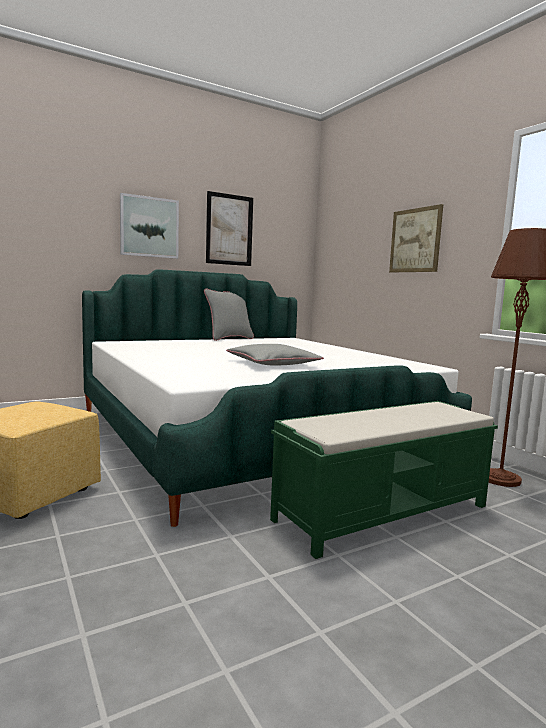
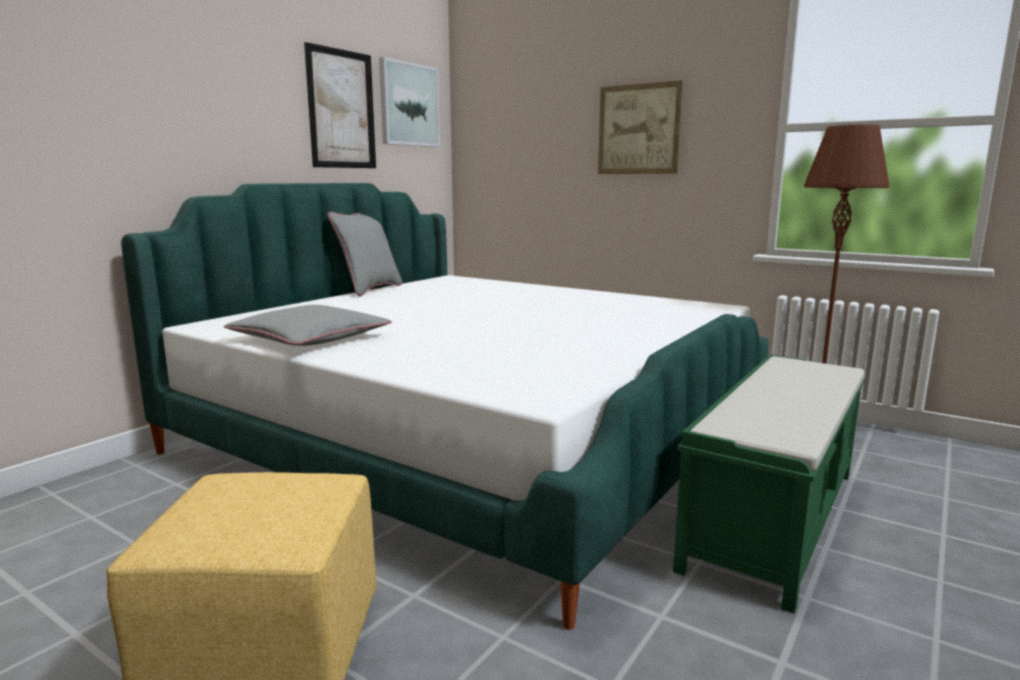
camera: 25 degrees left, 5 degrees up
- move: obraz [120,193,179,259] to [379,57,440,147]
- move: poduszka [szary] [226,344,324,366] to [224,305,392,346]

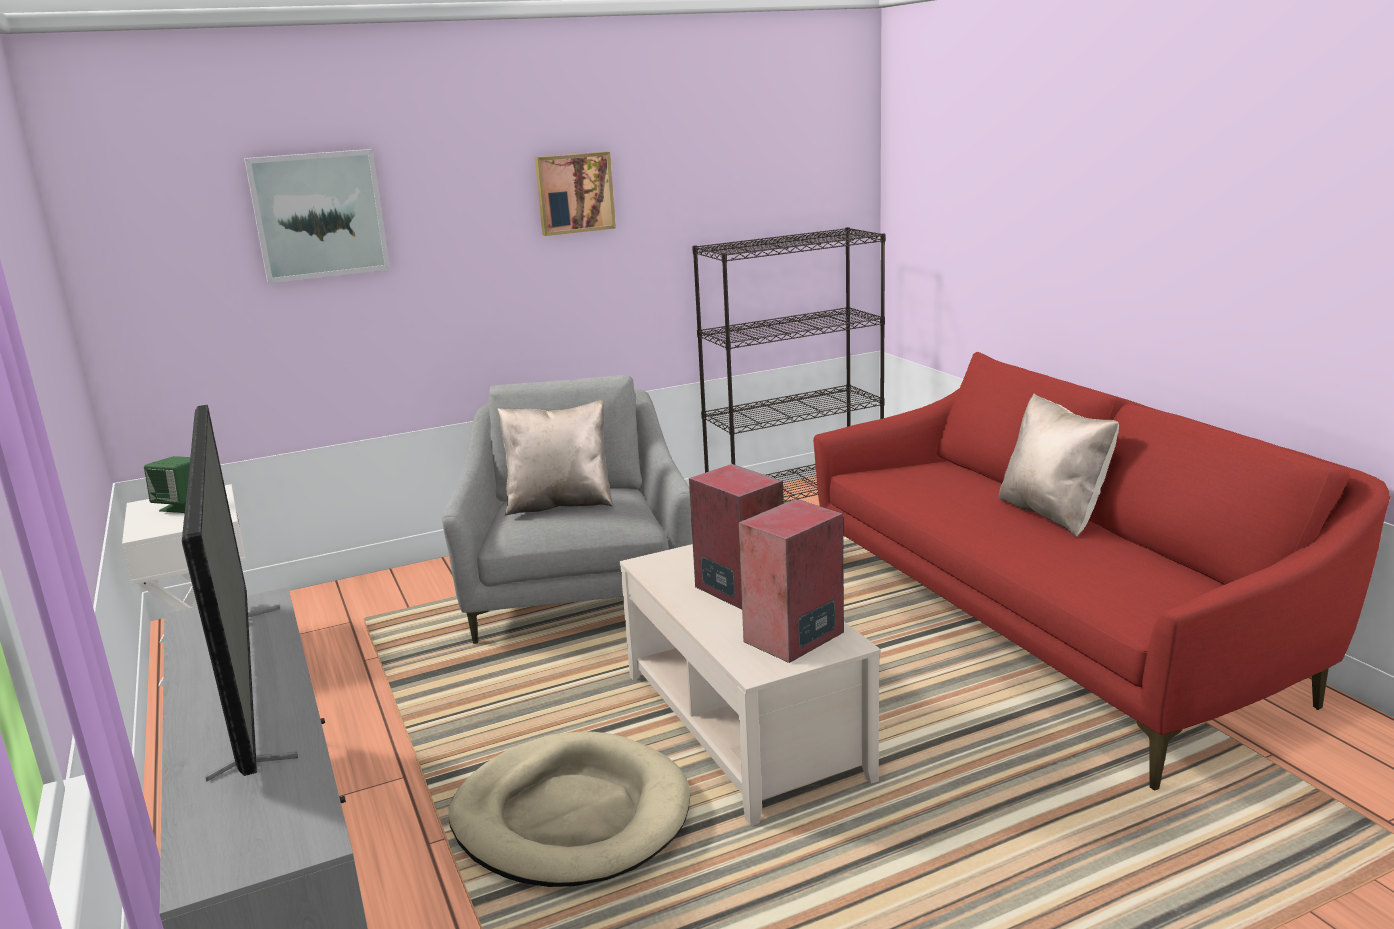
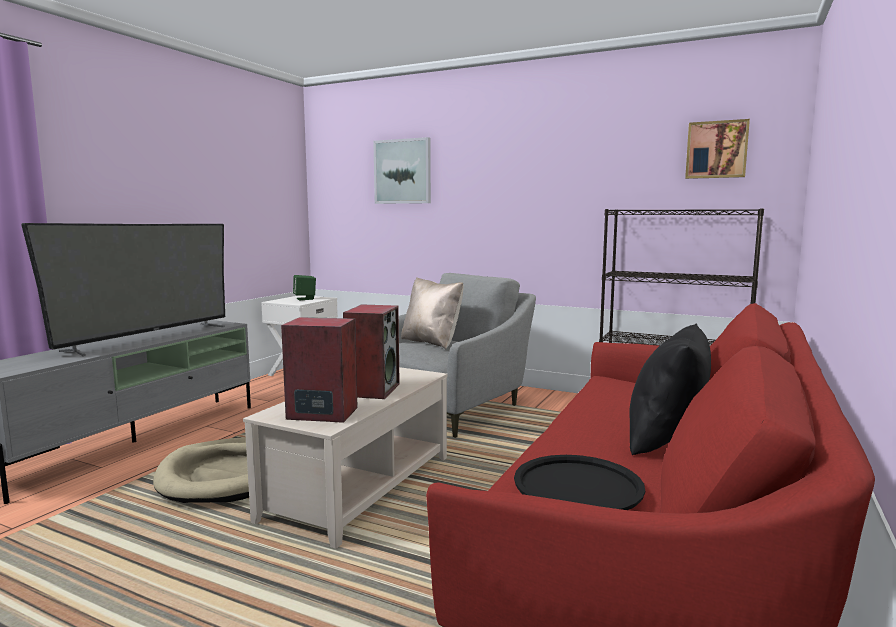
camera: 50 degrees right, 10 degrees down
- insert: taca [czarny] [514,455,645,510]
- move: obraz [535,152,616,236] to [685,119,750,179]
- recolor: poduszka [beżowy] [999,394,1119,537] to poduszka [czarny] [629,324,711,455]

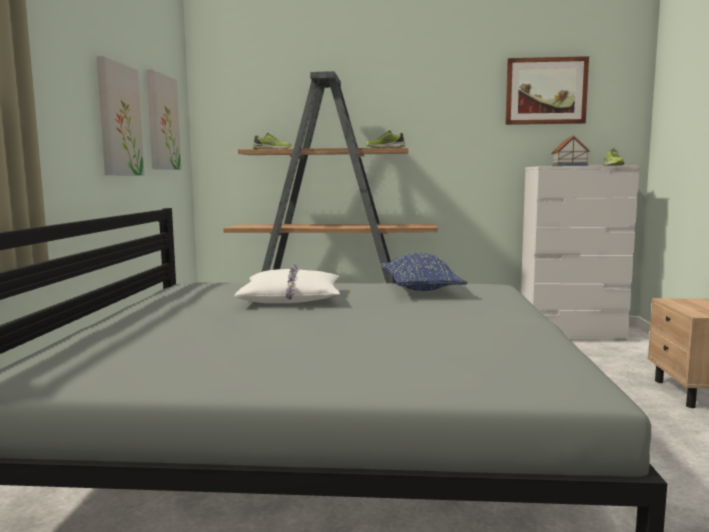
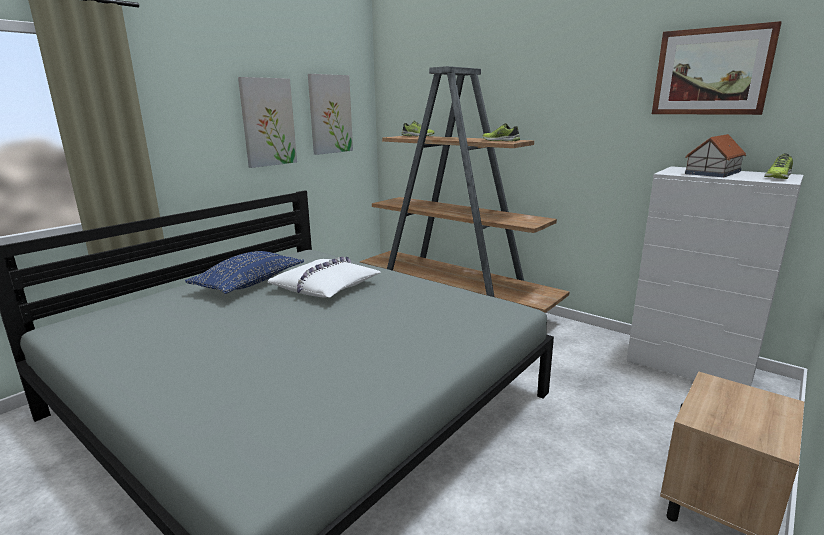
camera: 35 degrees right, 10 degrees up
- move: poduszka [niebieski] [380,253,467,291] to [185,251,304,294]

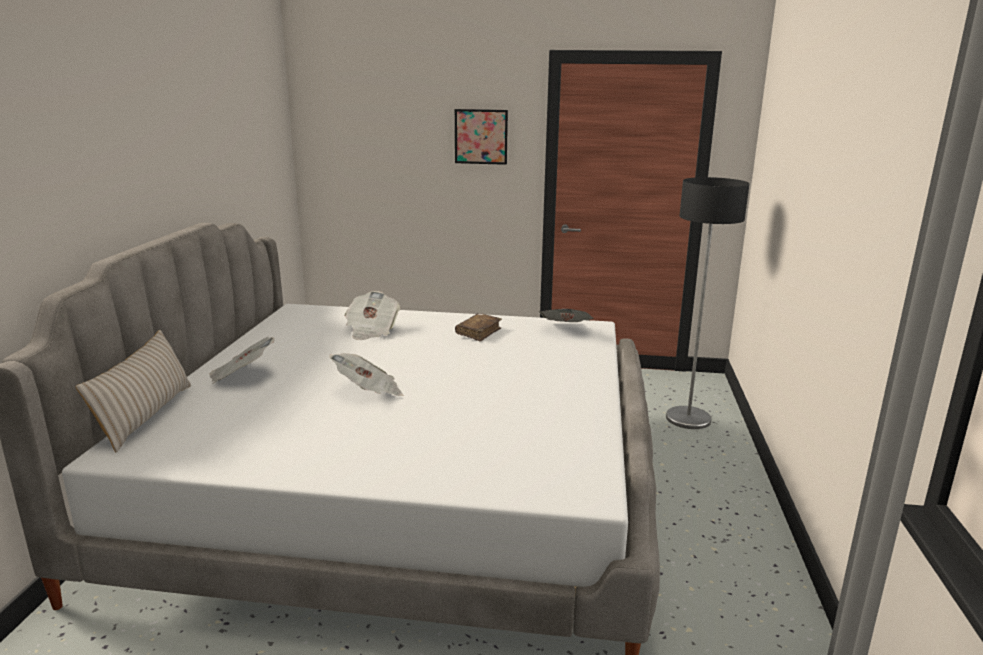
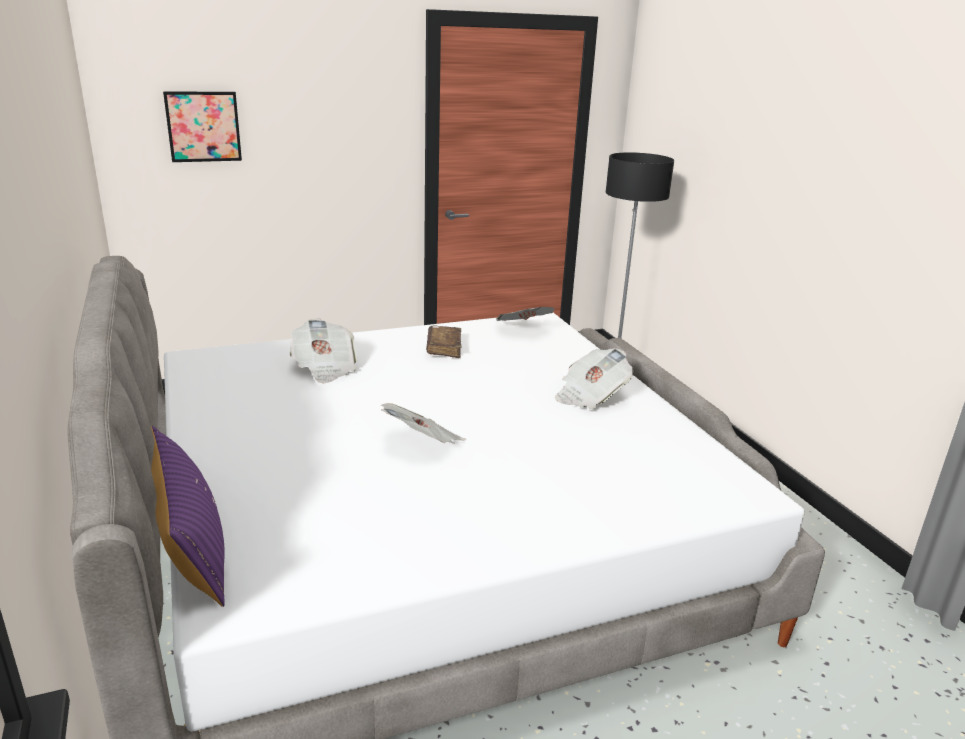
camera: 30 degrees left, 5 degrees up
- move: gazeta [210,337,274,384] to [555,348,633,409]
- move: obraz [455,109,508,165] to [163,91,242,162]
- recolor: poduszka [beżowy] [75,330,191,452] to poduszka [fioletowy] [151,426,225,607]

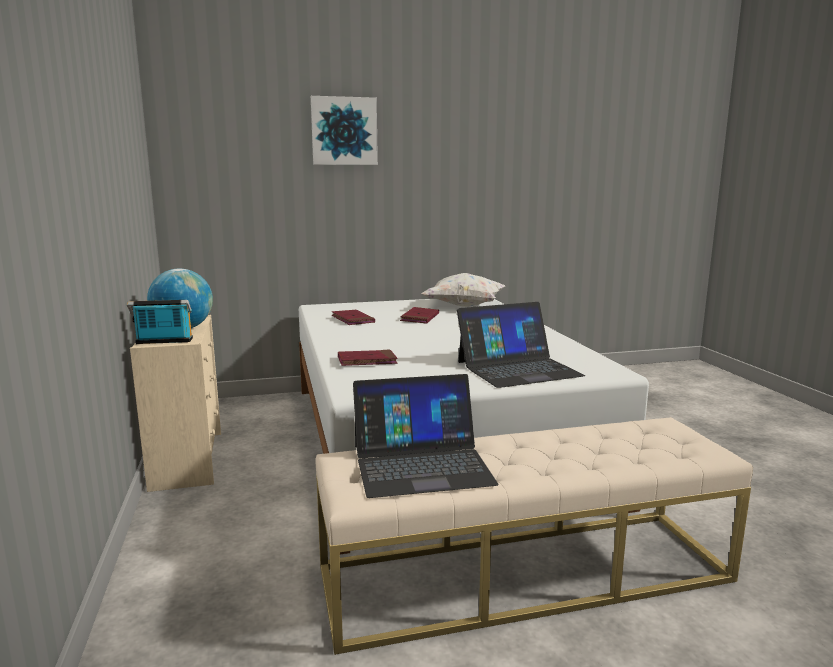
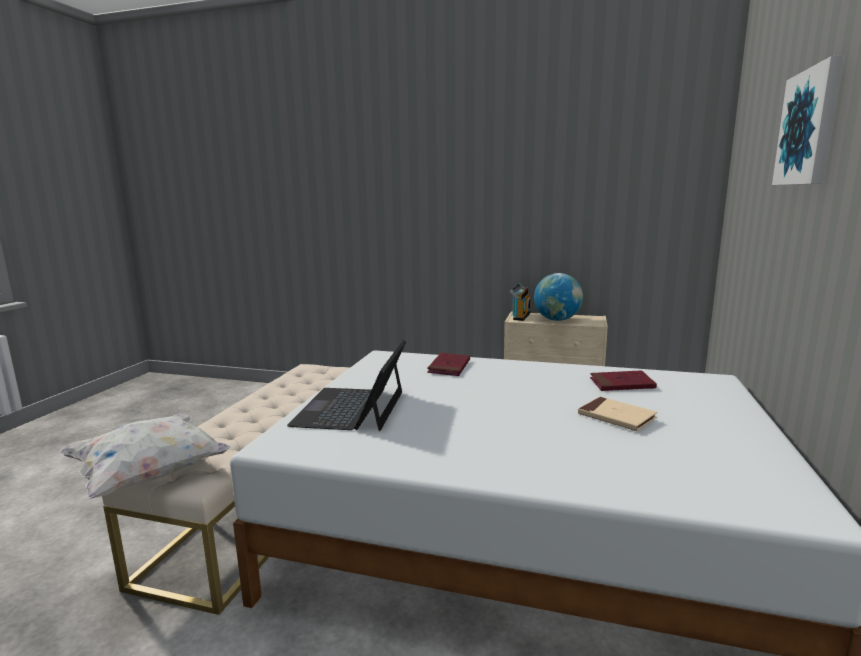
camera: 120 degrees right, 0 degrees up
- delete: laptop [353,374,498,498]
- move: poduszka [biały] [421,273,505,307] to [59,414,231,498]
- recolor: książka [czerwony] [400,307,439,324] to książka [beżowy] [578,397,657,431]

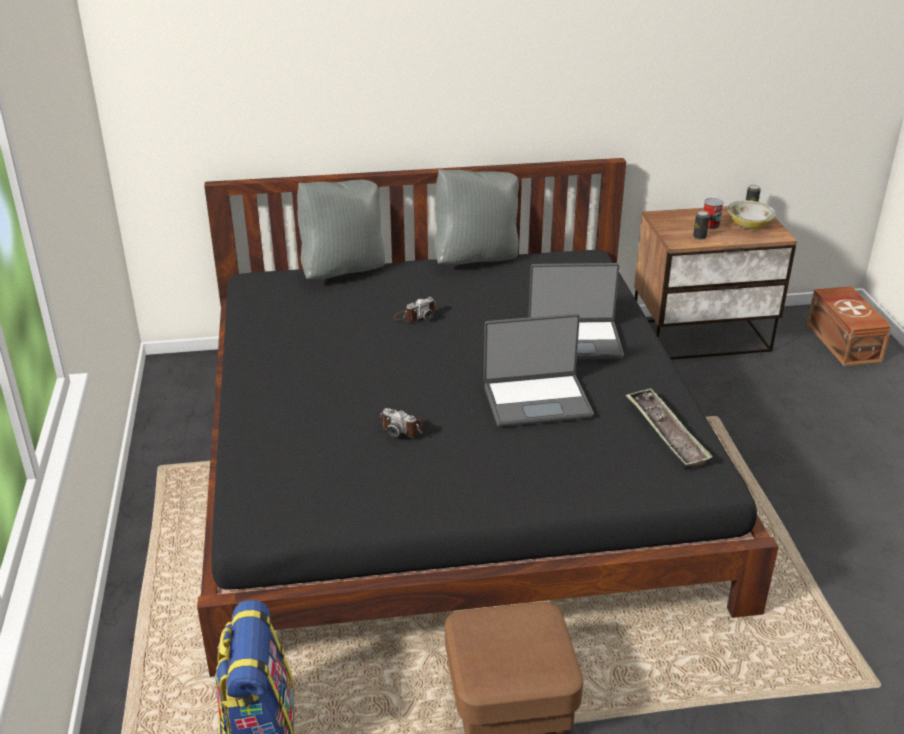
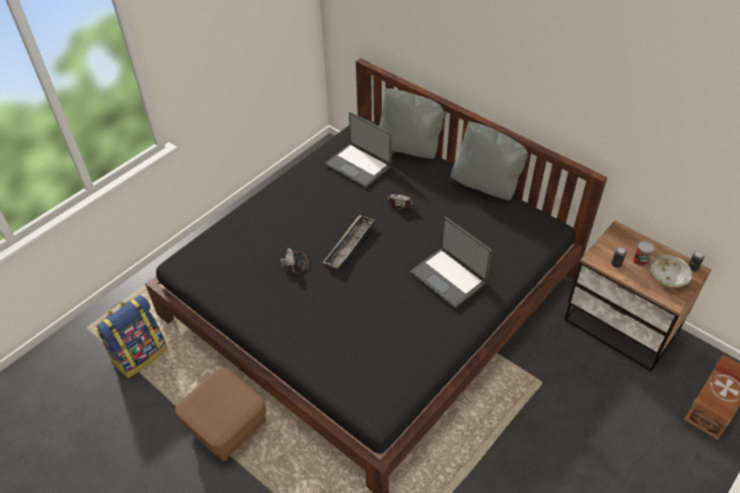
camera: 50 degrees right, 15 degrees up
- move: laptop [484,313,594,427] to [325,112,392,188]
- move: taca [626,388,713,470] to [323,215,374,269]

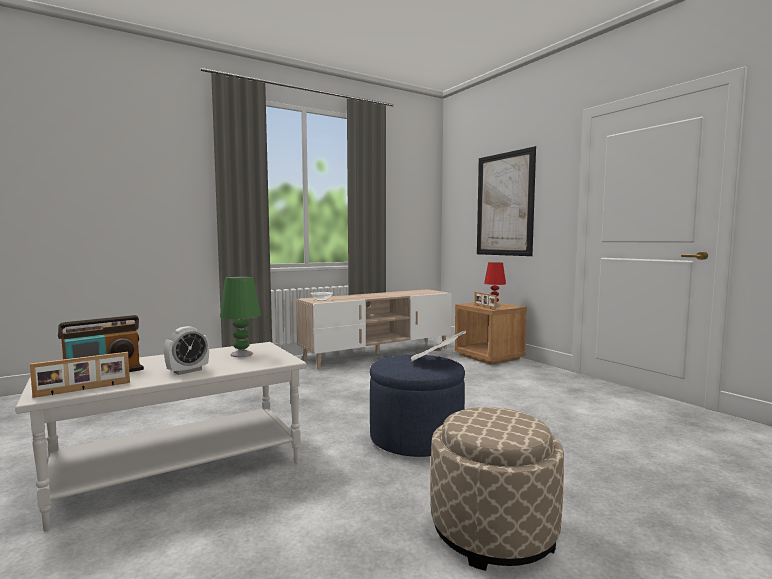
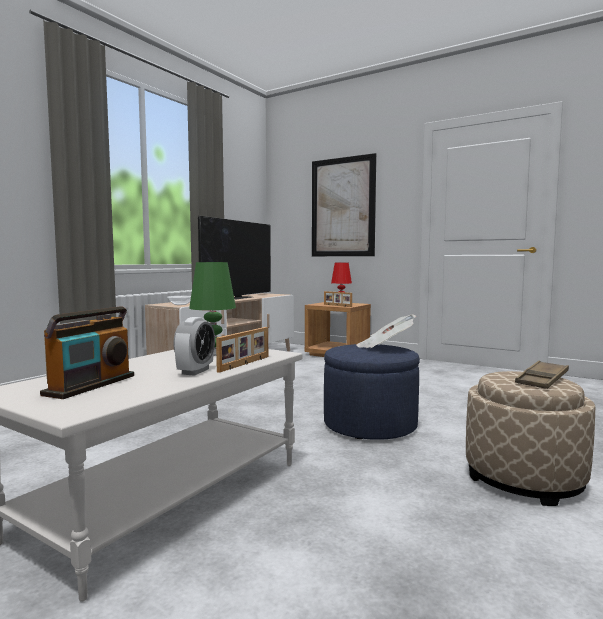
camera: 25 degrees left, 0 degrees up
- insert: telewizor [198,216,271,299]
- insert: taca [brązowy] [515,361,569,389]
- move: ramka na zdjęcie [30,352,130,398] to [216,327,268,373]

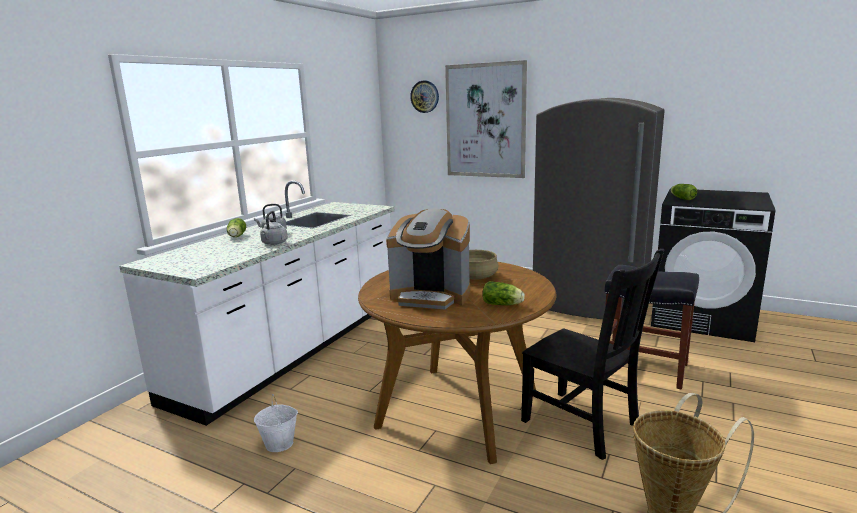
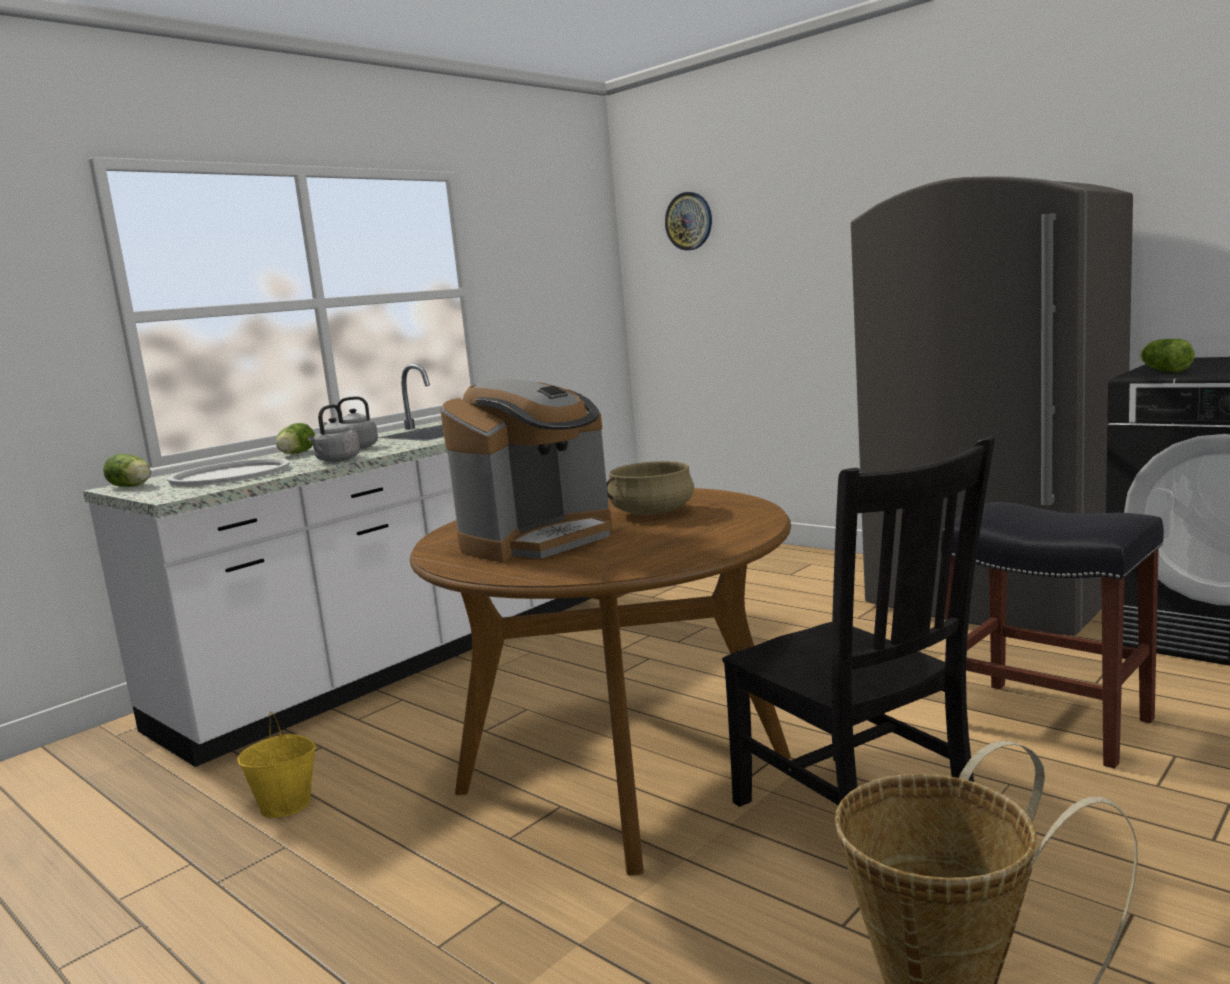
camera: 15 degrees right, 5 degrees down
- delete: obraz [445,60,527,178]
- insert: taca [biały] [167,458,290,486]
- move: sałata [482,281,525,305] to [103,454,151,487]
- recolor: wiadro [biały] [254,394,298,452] to wiadro [żółty] [237,711,316,818]
- rotate: ekspres do kawy [386,209,470,309] = [440,379,612,562] 75 degrees counterclockwise

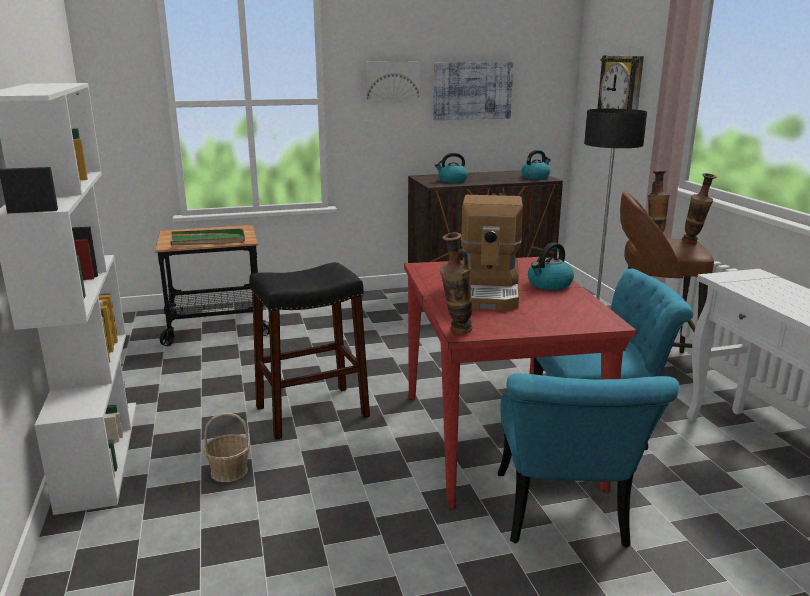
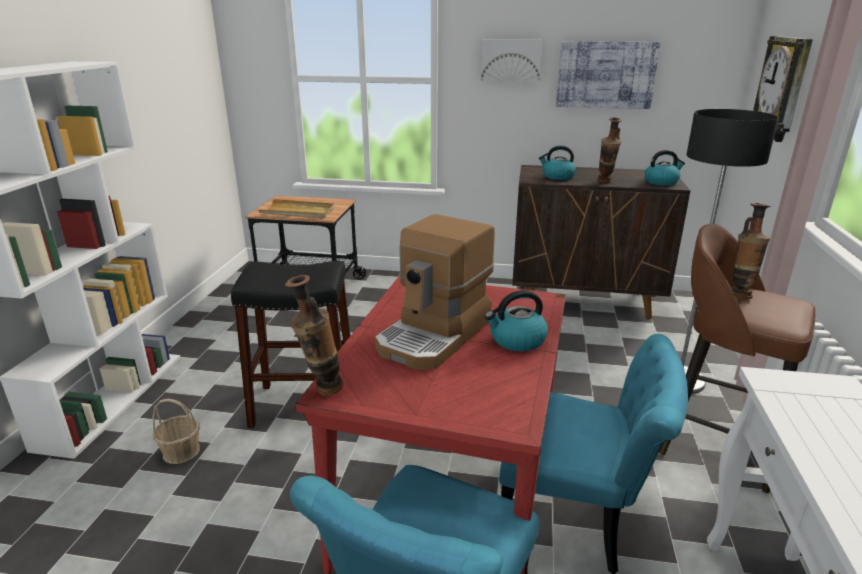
camera: 25 degrees right, 5 degrees up
- move: wazon [682,173,717,244] to [597,117,622,183]
- recolor: taca [zielony] [170,229,245,246] to taca [beżowy] [258,199,334,219]

